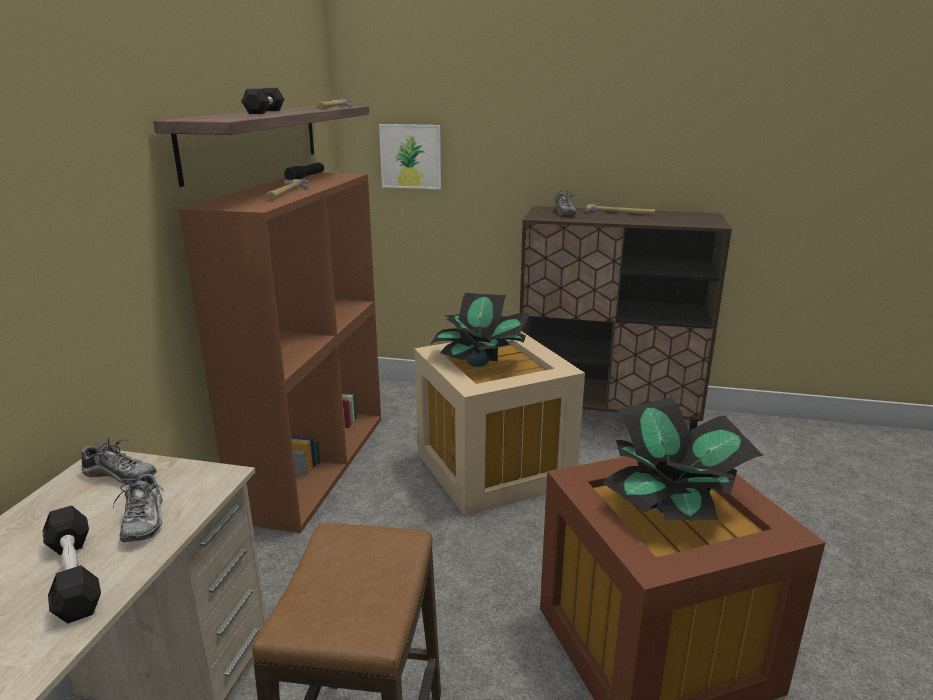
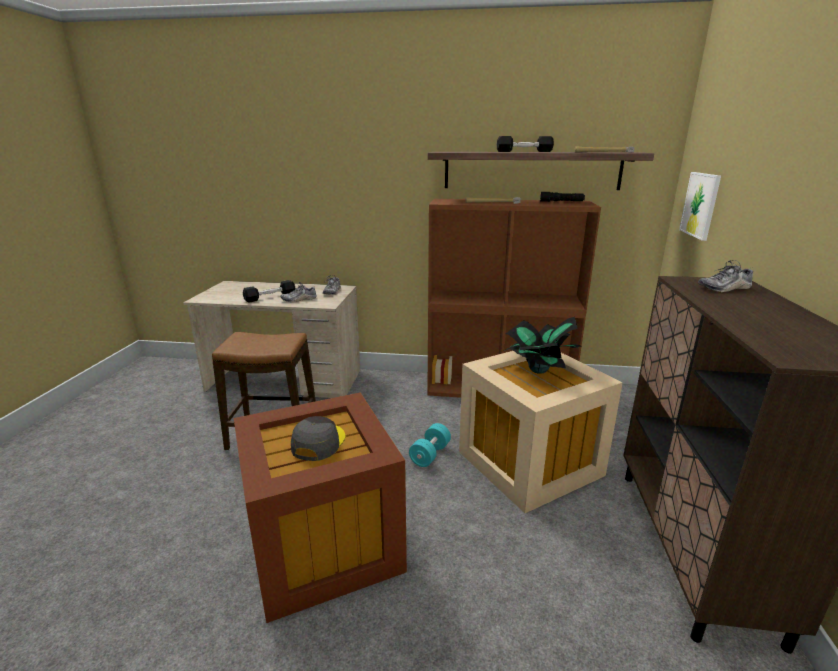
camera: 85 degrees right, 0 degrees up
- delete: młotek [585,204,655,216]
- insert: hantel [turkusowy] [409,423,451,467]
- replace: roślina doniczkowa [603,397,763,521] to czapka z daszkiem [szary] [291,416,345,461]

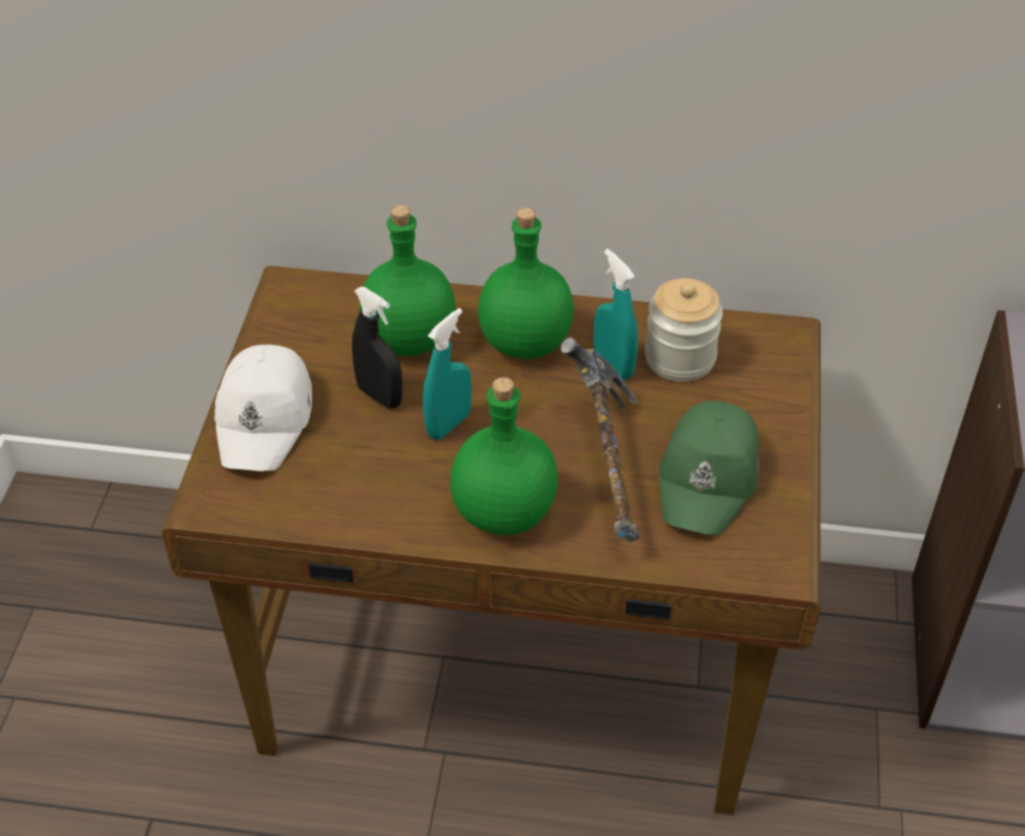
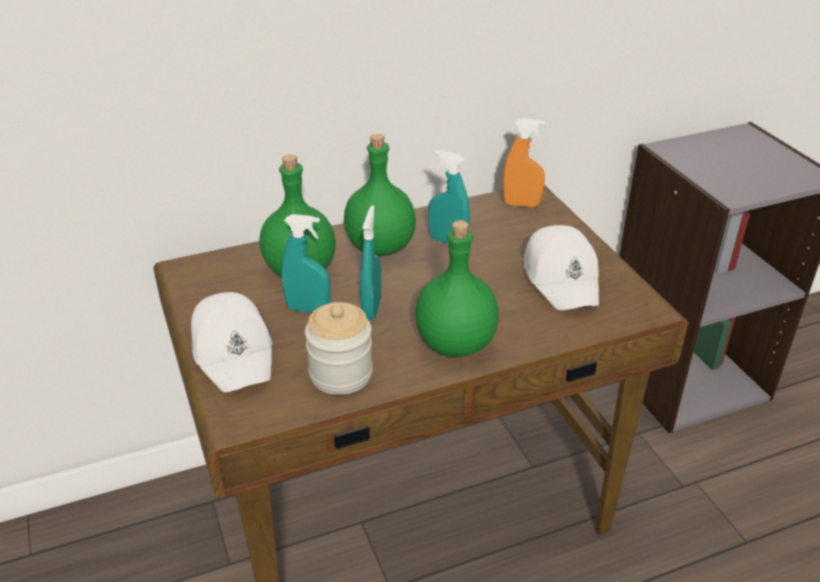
camera: 30 degrees left, 10 degrees down
- delete: młotek [561,337,640,543]
- insert: spryskiwacz [pomarańczowy] [502,118,545,207]
- move: słoik [645,278,723,382] to [305,302,373,395]
- recolor: spryskiwacz [czarny] [352,287,402,408] to spryskiwacz [turkusowy] [281,214,331,313]
- recolor: czapka z daszkiem [zielony] [659,401,759,535] to czapka z daszkiem [biały] [524,225,599,311]

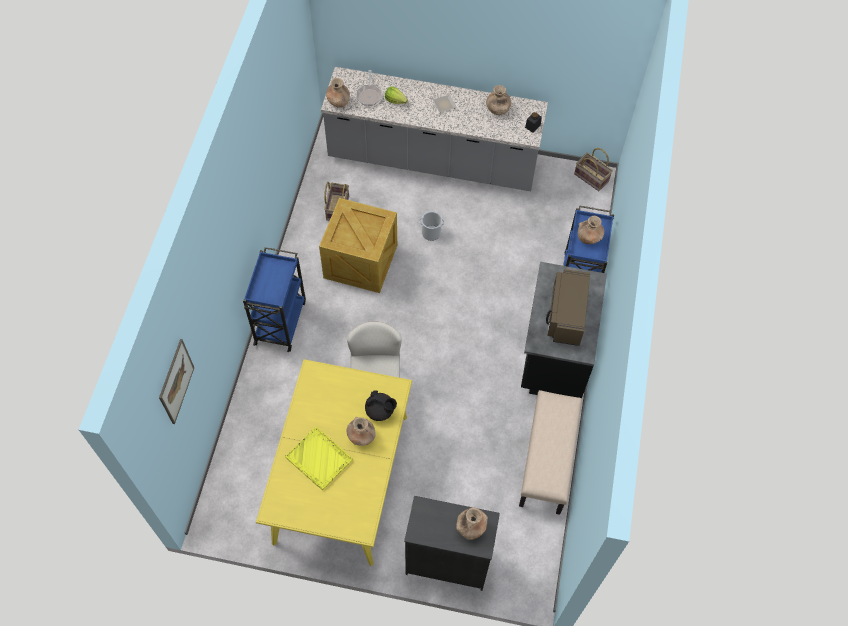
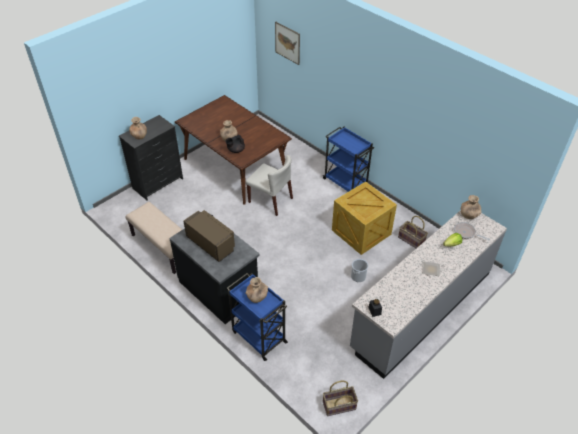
camera: 125 degrees right, 15 degrees down
- delete: taca [żółty] [285,427,353,490]
- delete: wazon [brązowy] [486,85,512,115]
- recolor: stół jadalny [żółty] [256,359,412,566] to stół jadalny [brązowy] [175,95,292,205]

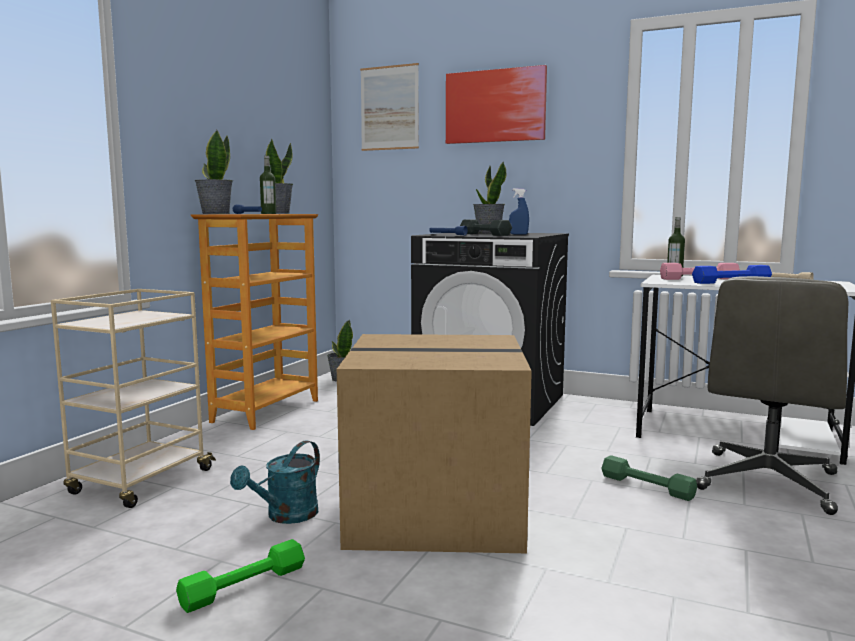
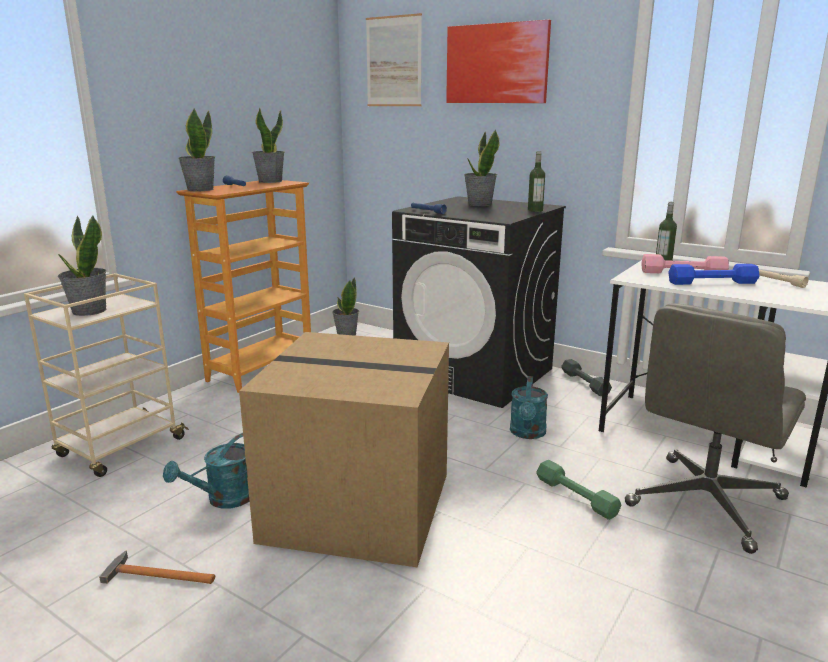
camera: 10 degrees right, 10 degrees up
- delete: spryskiwacz [niebieski] [509,188,529,235]
- insert: roślina doniczkowa [58,216,106,316]
- insert: konewka [turkusowy] [510,376,548,439]
- move: butelka [260,156,276,214] to [528,151,545,212]
- move: hantel [szary] [460,219,512,236] to [561,359,612,396]
- replace: hantel [zielony] [176,539,305,613] to młotek [99,551,215,584]

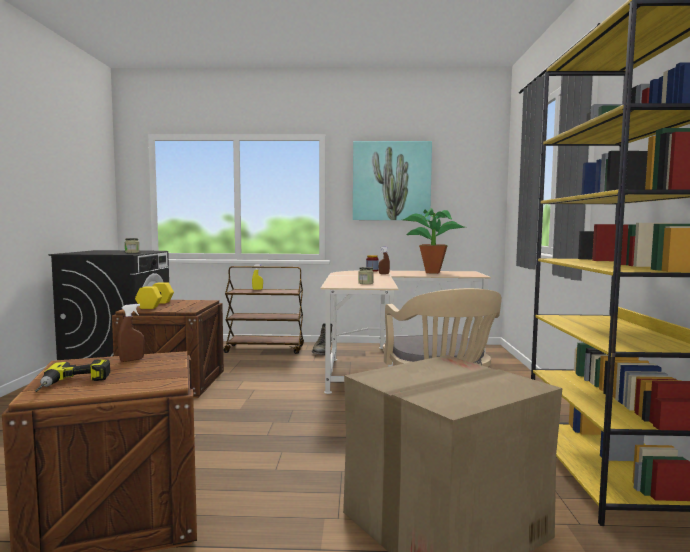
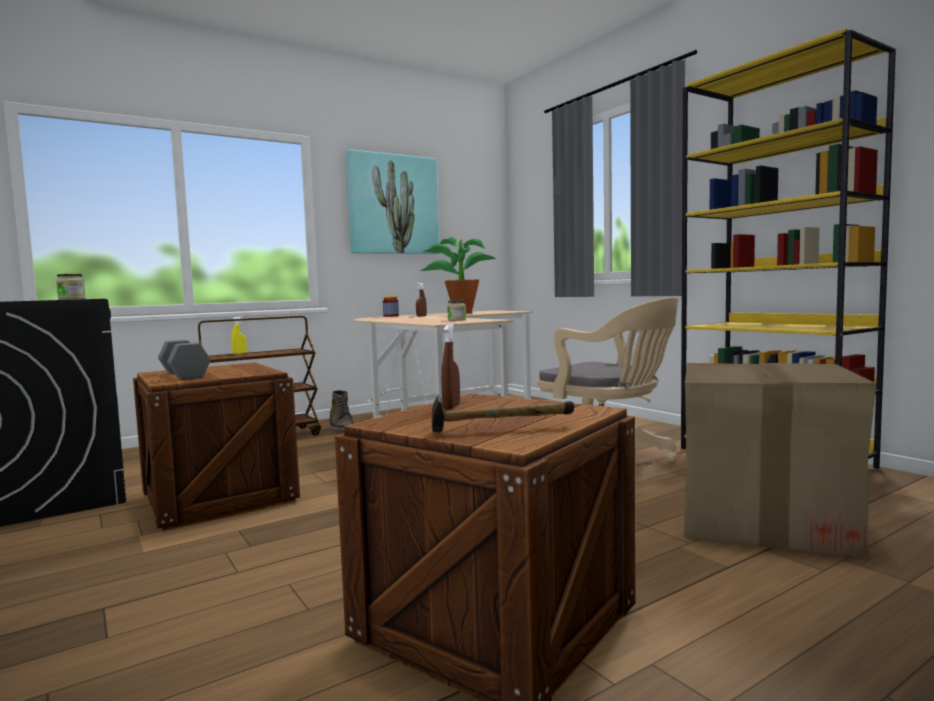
camera: 35 degrees left, 0 degrees up
- replace: wiertarka [35,359,110,392] to młotek [432,395,574,432]
- recolor: hantel [żółty] [135,283,174,309] to hantel [szary] [158,340,211,380]

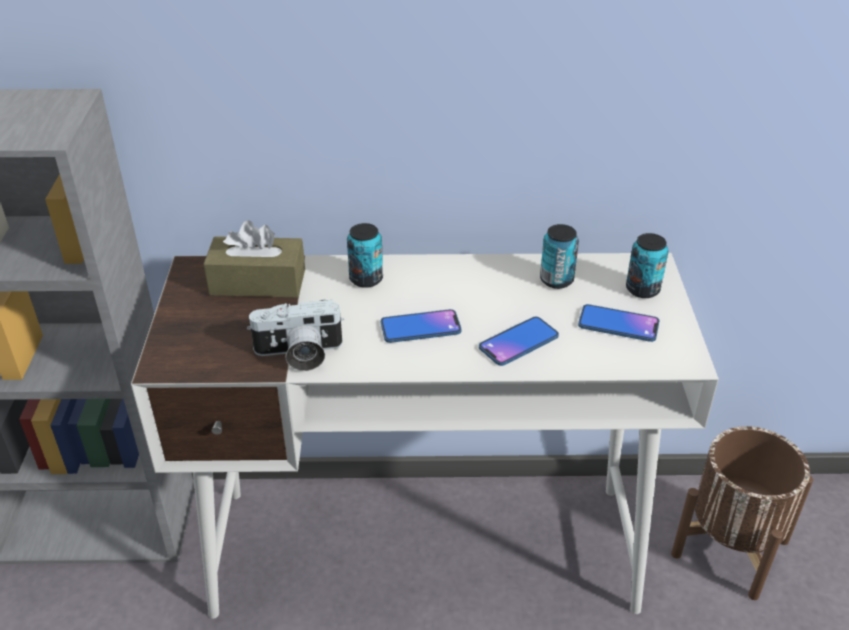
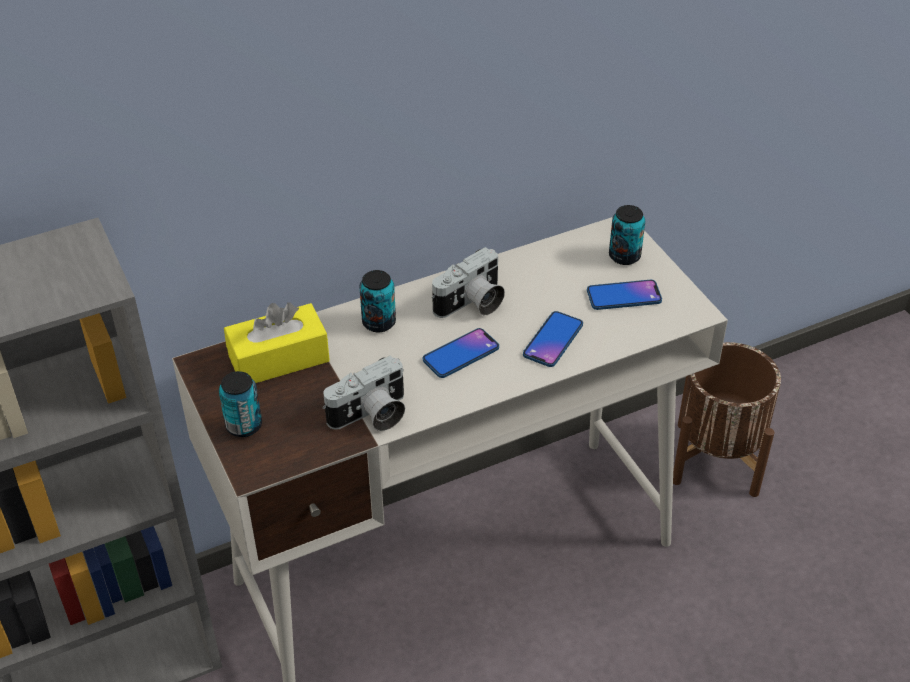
camera: 25 degrees left, 5 degrees up
- insert: aparat fotograficzny [432,247,505,318]
- move: puszka [540,224,579,289] to [219,371,262,437]
- recolor: pudełko chusteczek [brązowy] [203,220,305,298] to pudełko chusteczek [żółty] [224,302,330,383]

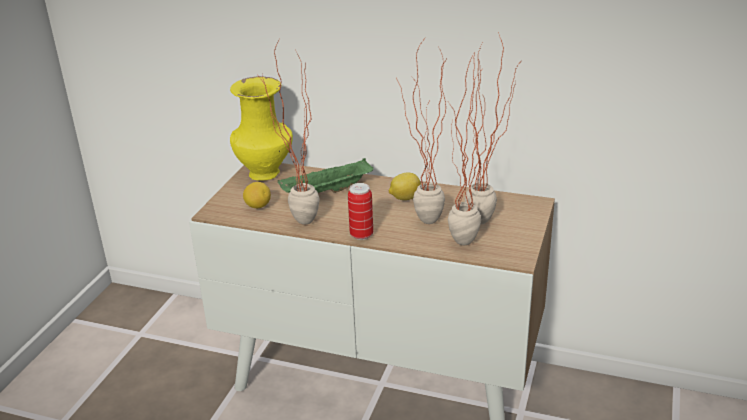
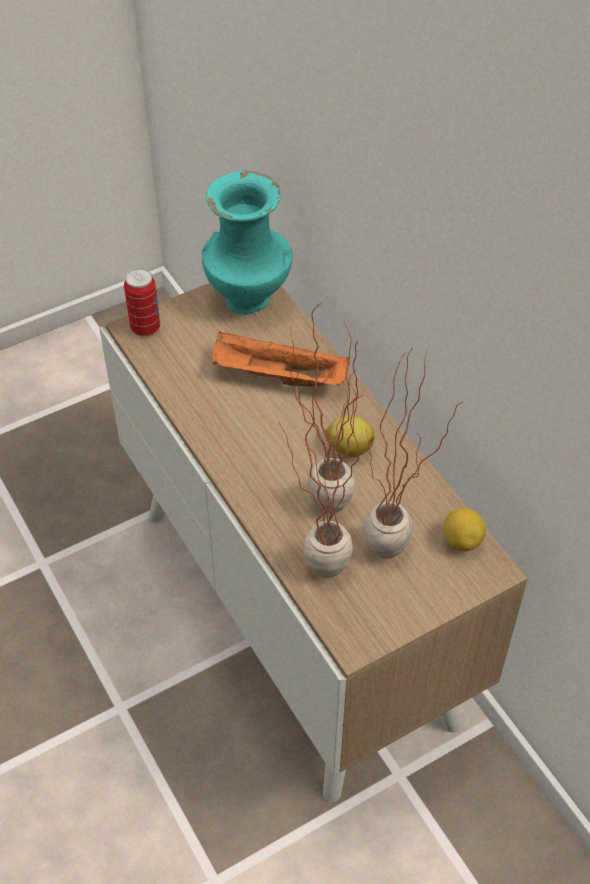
camera: 40 degrees right, 20 degrees up
- delete: roślina doniczkowa [257,41,319,225]
- move: cytryna [243,182,271,208] to [443,508,486,551]
- move: puszka [348,183,373,240] to [124,268,160,336]
- recolor: wazon [żółty] [230,76,293,181] to wazon [turkusowy] [202,171,293,315]
- recolor: taca [zielony] [278,158,373,193] to taca [pomarańczowy] [212,332,351,386]

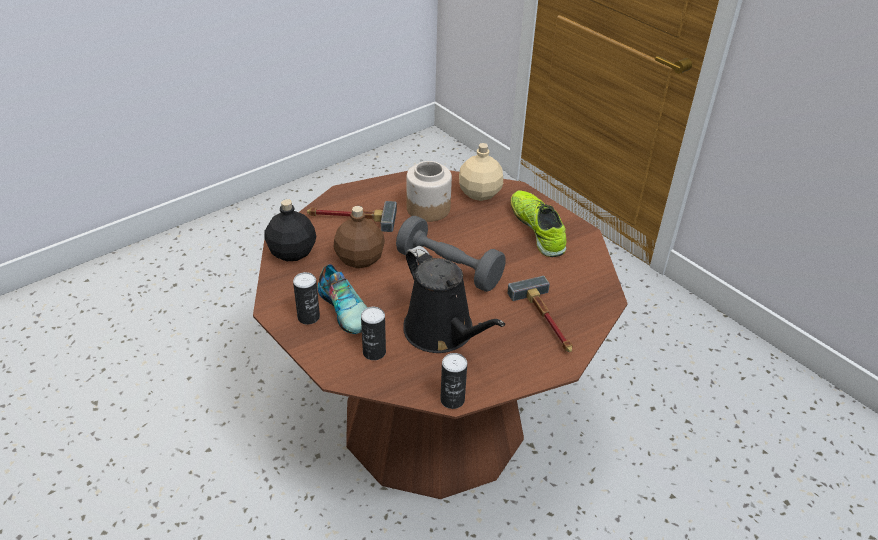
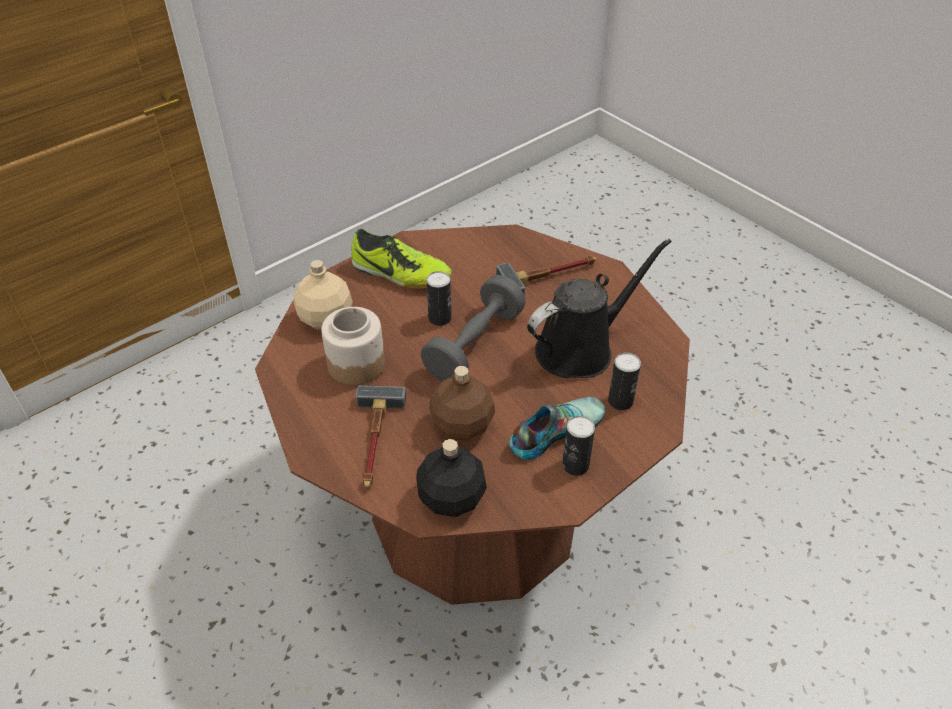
camera: 90 degrees left, 5 degrees up
- move: puszka [440,353,467,409] to [426,271,451,326]
- rotate: but [511,190,566,257] = [351,228,452,288] 135 degrees counterclockwise

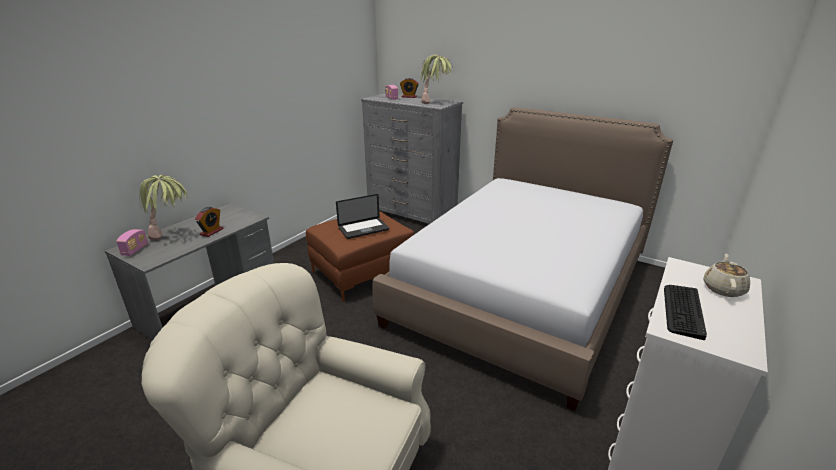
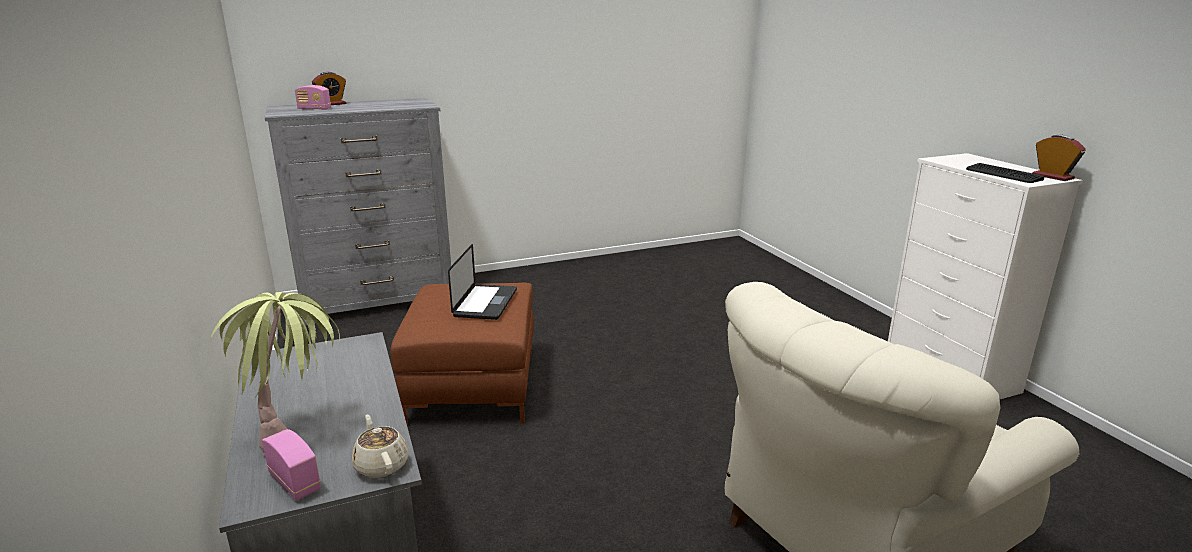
camera: 55 degrees left, 5 degrees down
- delete: łóżko [372,107,673,411]
- delete: roślina doniczkowa [420,55,453,104]
- move: budzik [195,207,223,237] to [1032,135,1086,181]
- move: imbryk [beżowy] [704,254,750,297] to [352,415,409,478]

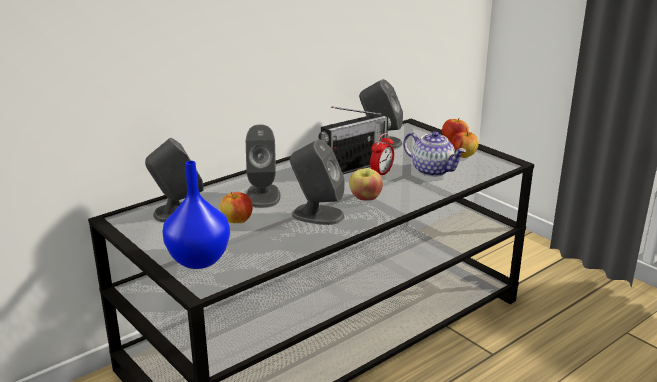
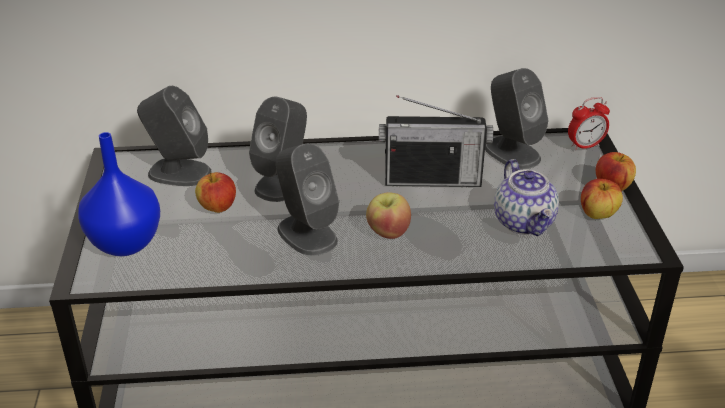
camera: 35 degrees right, 10 degrees up
- move: budzik [370,133,394,175] to [568,97,610,151]

